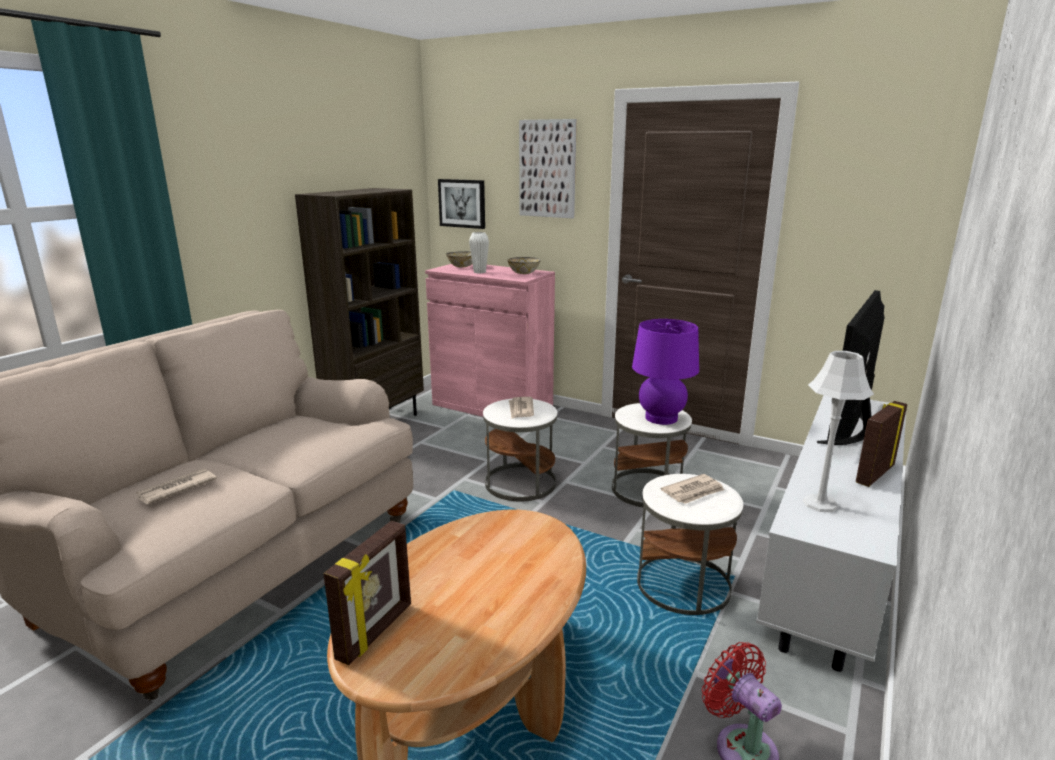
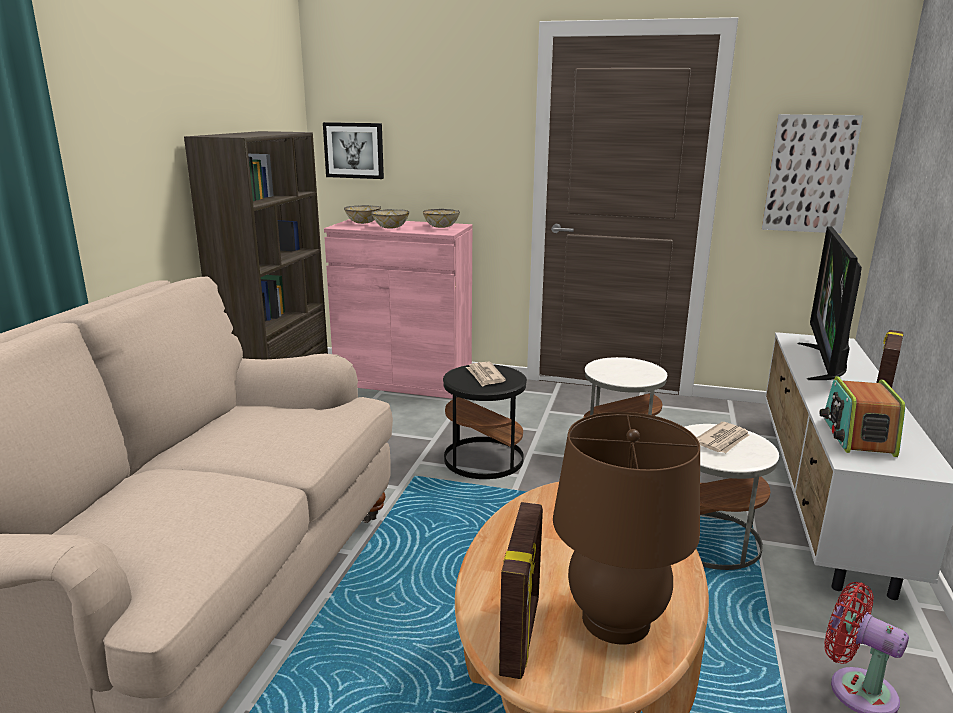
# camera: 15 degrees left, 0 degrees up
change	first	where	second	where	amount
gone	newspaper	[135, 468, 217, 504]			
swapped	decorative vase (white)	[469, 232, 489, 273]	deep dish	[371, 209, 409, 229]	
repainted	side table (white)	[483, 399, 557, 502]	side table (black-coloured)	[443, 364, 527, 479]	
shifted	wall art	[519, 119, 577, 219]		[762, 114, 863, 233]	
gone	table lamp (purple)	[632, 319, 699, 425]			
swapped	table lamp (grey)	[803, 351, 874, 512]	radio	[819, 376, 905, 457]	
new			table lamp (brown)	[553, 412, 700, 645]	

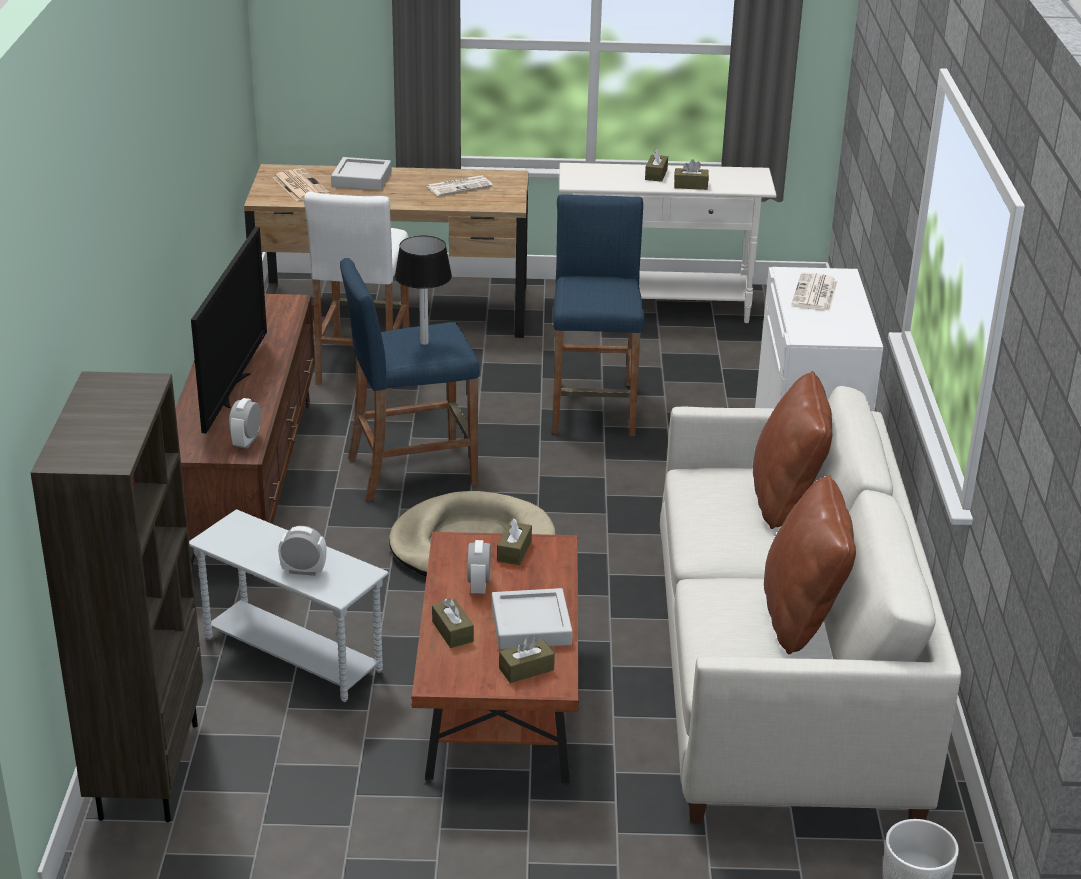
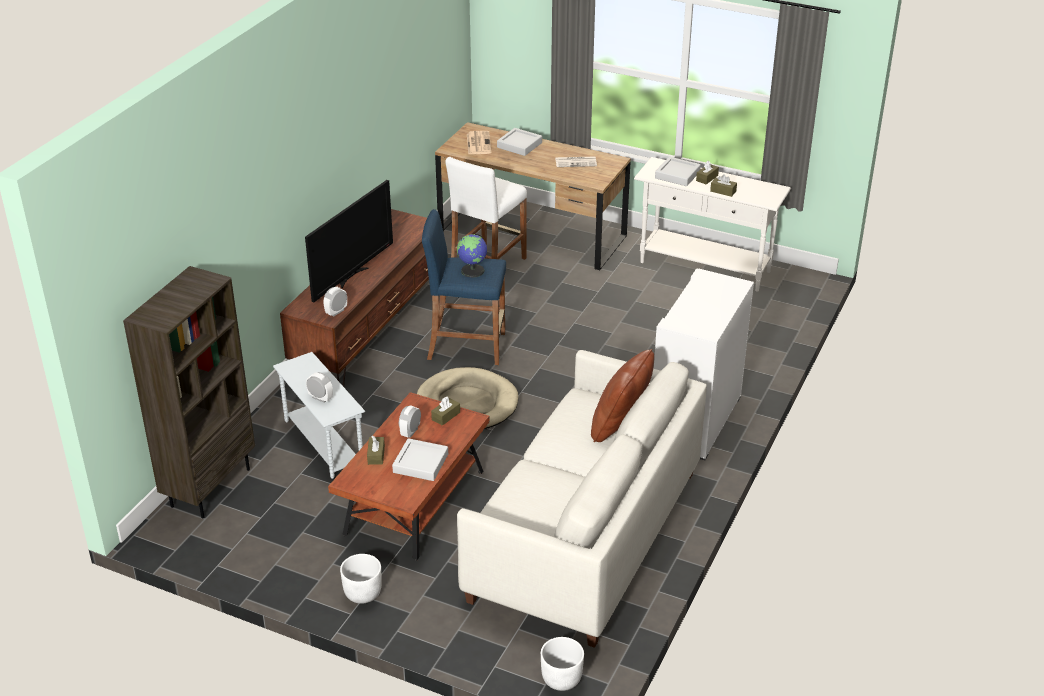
# camera: 25 degrees right, 5 degrees up
change	first	where	second	where	amount
swapped	table lamp	[395, 236, 452, 345]	world globe	[457, 234, 487, 277]	
gone	tissue box (brown)	[499, 637, 555, 683]			
gone	stool (blue-coloured)	[552, 195, 645, 436]			
gone	throw pillow (brown)	[764, 475, 856, 654]			
gone	newspaper	[791, 272, 837, 311]			
new			flower pot (white)	[340, 554, 382, 604]	
new			carrying tray (grey)	[655, 157, 701, 186]	

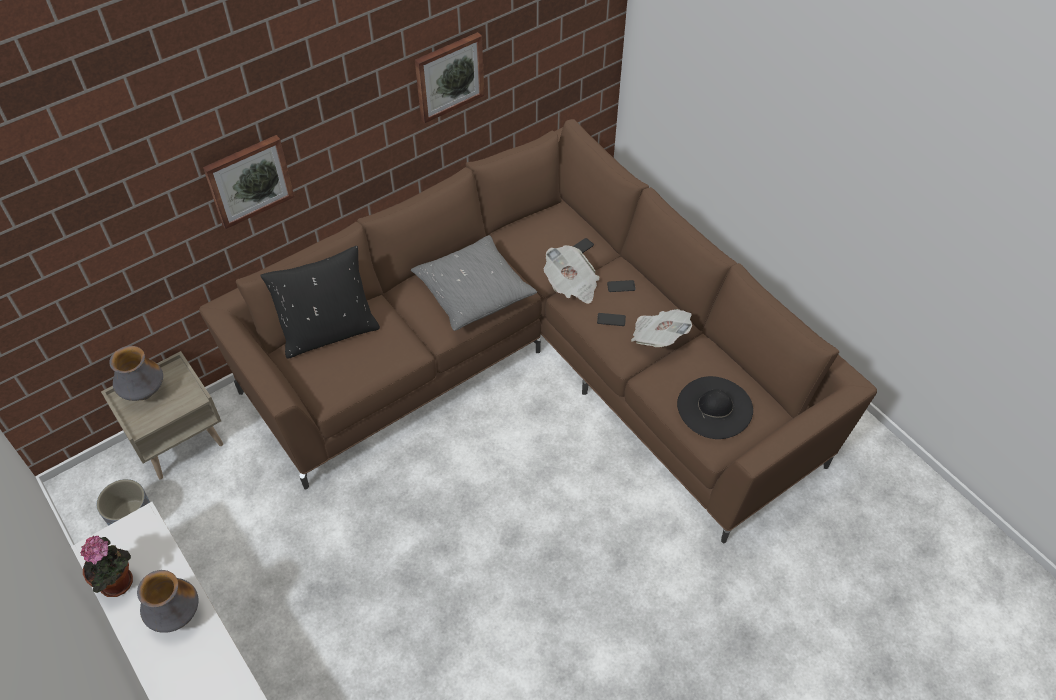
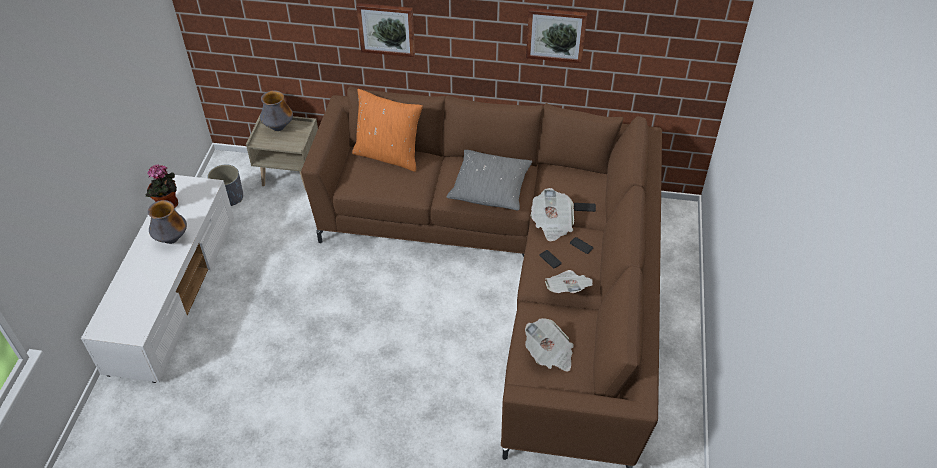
# camera: 45 degrees right, 5 degrees down
change	first	where	second	where	amount
repainted	throw pillow (black-coloured)	[260, 246, 380, 359]	throw pillow (orangey)	[352, 89, 423, 172]	
swapped	hat (black-coloured)	[677, 376, 753, 439]	newspaper	[525, 318, 574, 372]	

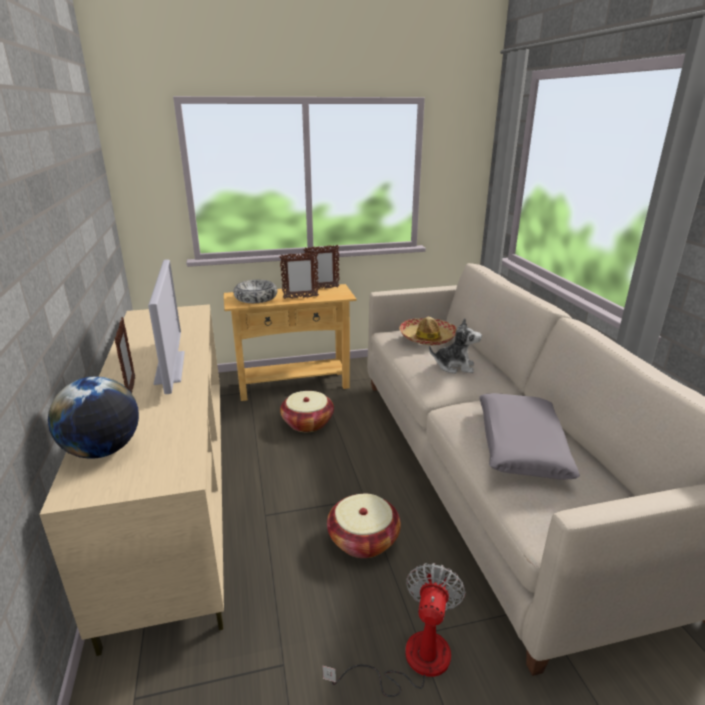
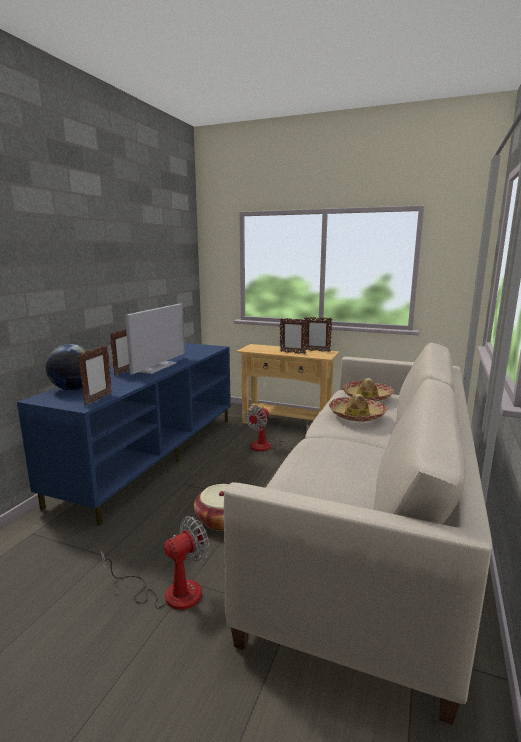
# camera: 35 degrees right, 10 degrees down
change	first	where	second	where	amount
repainted	tv unit (beige-coloured)	[39, 304, 224, 656]	tv unit (blue-coloured)	[17, 343, 231, 526]	
gone	deep dish	[233, 280, 277, 303]			
swapped	basket	[280, 391, 334, 432]	electric fan	[245, 405, 310, 451]	
swapped	cuddly toy	[429, 318, 482, 374]	hat	[329, 394, 388, 422]	
gone	throw pillow (grey)	[479, 393, 580, 480]			
new			picture frame	[78, 345, 112, 406]	

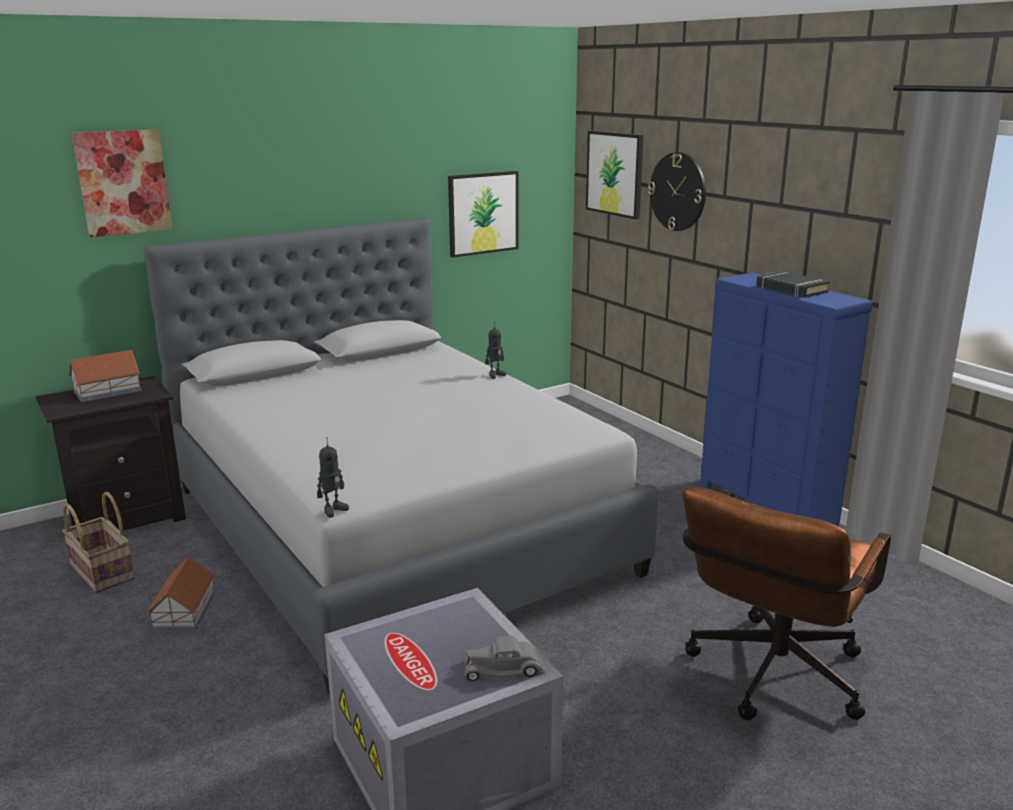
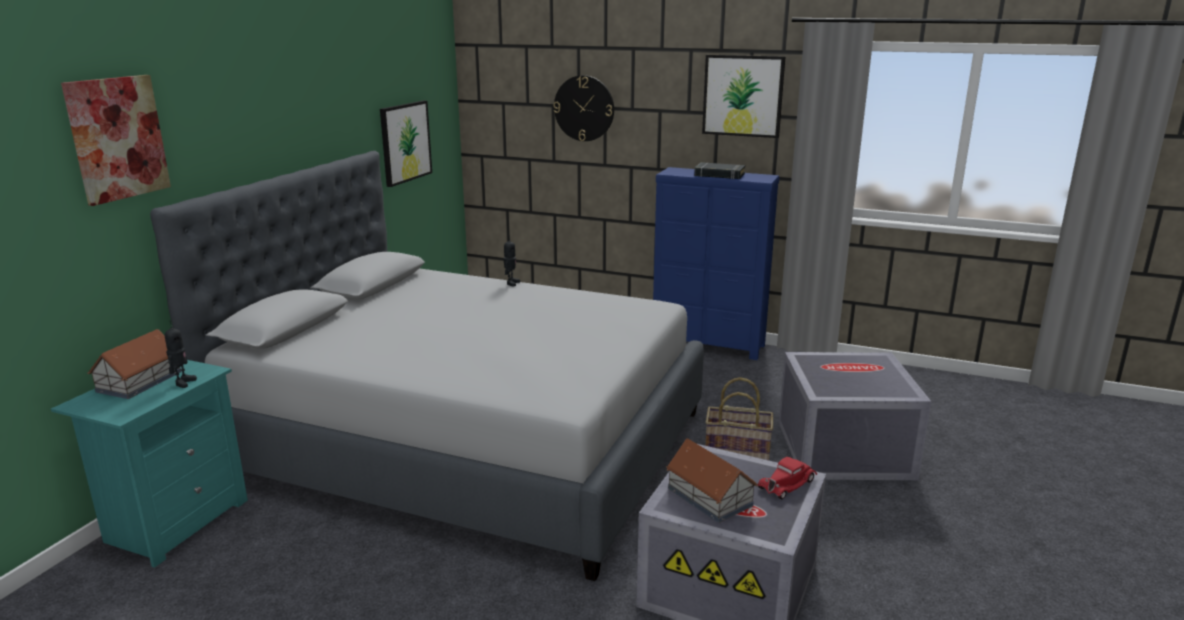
# camera: 35 degrees left, 0 degrees up
change	first	where	second	where	amount
repainted	nightstand (black-coloured)	[36, 376, 186, 531]	nightstand (turquoise-coloured)	[51, 360, 248, 568]	
shifted	basket	[62, 492, 135, 593]		[705, 377, 773, 460]	
shifted	toy house	[146, 557, 215, 632]		[666, 438, 758, 523]	
shifted	toy robot	[317, 437, 349, 518]		[165, 320, 197, 388]	
repainted	model car (grey)	[462, 635, 546, 681]	model car (red)	[757, 457, 817, 500]	
shifted	wall art	[586, 131, 644, 219]		[702, 55, 786, 138]	
swapped	desk chair (brown)	[682, 487, 891, 721]	storage box (grey)	[779, 352, 931, 480]	

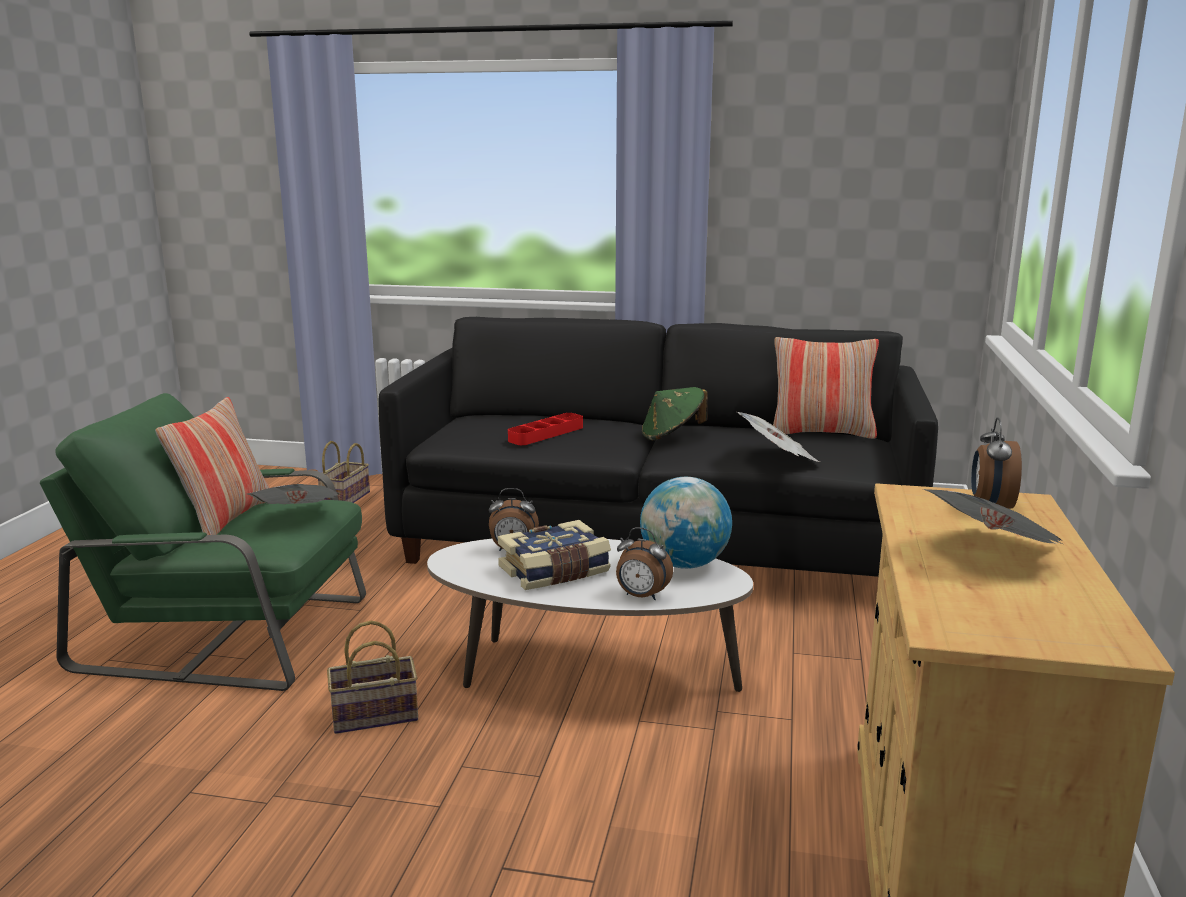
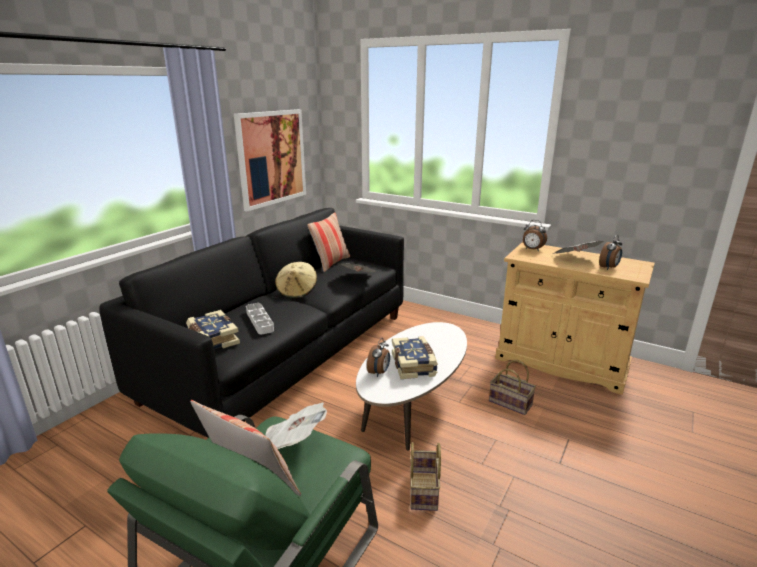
# camera: 70 degrees left, 5 degrees up
change	first	where	second	where	amount
shifted	basket	[318, 441, 370, 503]		[489, 360, 536, 415]	
repainted	carrying tray (red)	[508, 413, 583, 445]	carrying tray (grey)	[246, 303, 274, 334]	
shifted	bedside clock	[616, 527, 673, 600]		[599, 235, 622, 270]	
gone	world globe	[640, 477, 732, 569]			
repainted	hat (green-coloured)	[642, 387, 708, 440]	hat (beige-coloured)	[275, 262, 317, 298]	
new			bound book	[186, 310, 240, 349]	
new			wall art	[234, 109, 306, 211]	

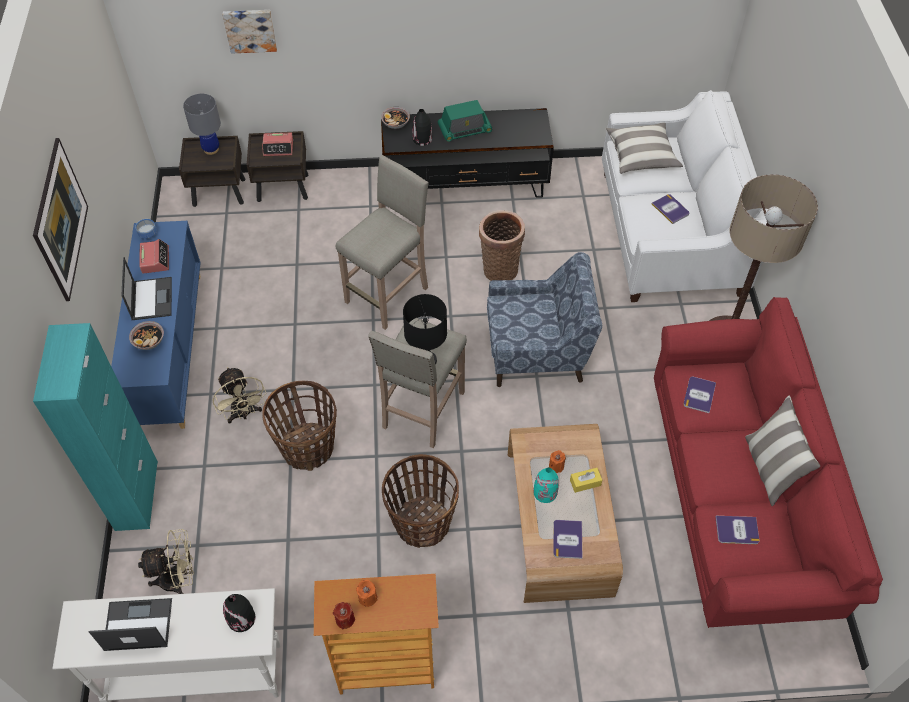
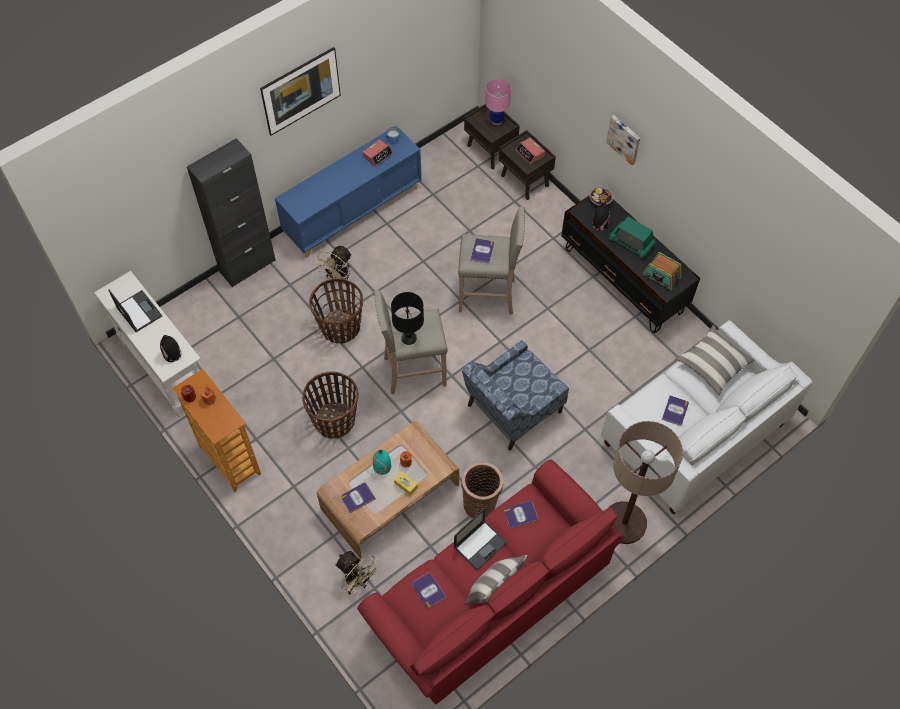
# camera: 55 degrees right, 5 degrees up
change	first	where	second	where	amount
repainted	cabinet (turquoise-coloured)	[33, 323, 158, 531]	cabinet (black-coloured)	[187, 138, 276, 287]	
shifted	notebook computer	[121, 257, 172, 320]		[454, 508, 507, 570]	
gone	deep dish	[129, 321, 164, 350]			
shifted	electric fan (beige-coloured)	[138, 529, 194, 594]		[335, 550, 381, 595]	
repainted	table lamp (grey)	[183, 94, 221, 155]	table lamp (pink)	[485, 79, 511, 125]	
shifted	wall art	[223, 10, 277, 54]		[606, 115, 640, 165]	
shifted	basket	[479, 210, 525, 281]		[461, 462, 503, 518]	
rotated	lounge chair (blue-coloured)	[487, 252, 602, 387]		[462, 340, 569, 451]	90 degrees clockwise
new			bound book	[470, 238, 494, 263]	
new			radio	[643, 252, 681, 290]	

